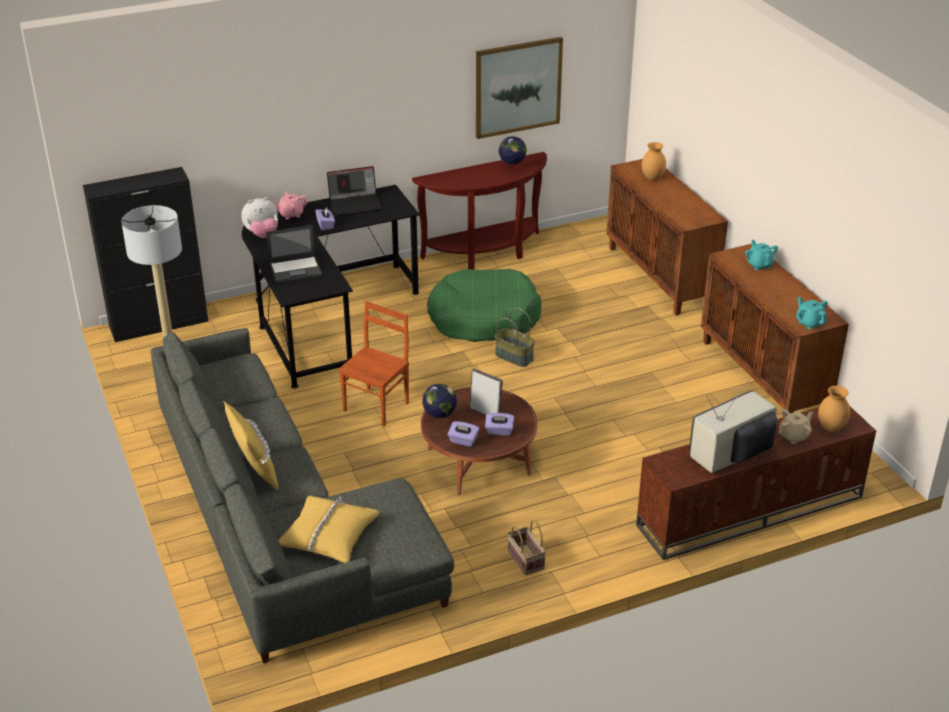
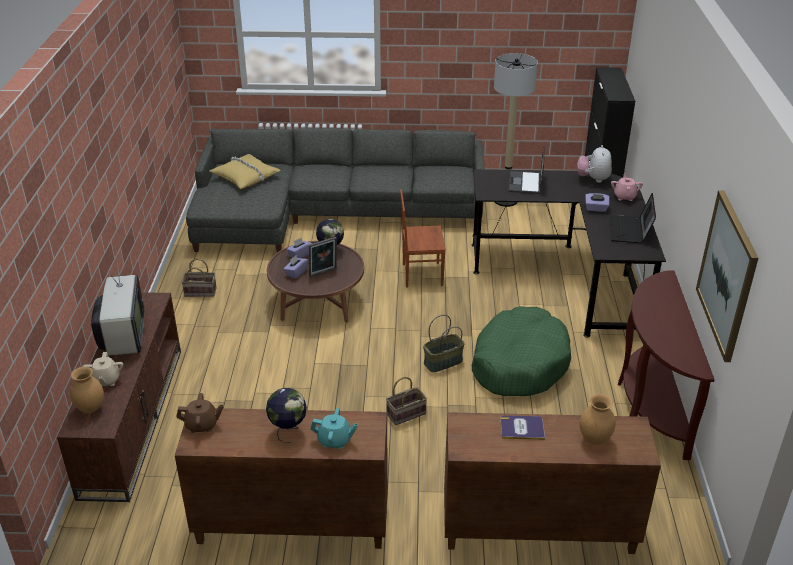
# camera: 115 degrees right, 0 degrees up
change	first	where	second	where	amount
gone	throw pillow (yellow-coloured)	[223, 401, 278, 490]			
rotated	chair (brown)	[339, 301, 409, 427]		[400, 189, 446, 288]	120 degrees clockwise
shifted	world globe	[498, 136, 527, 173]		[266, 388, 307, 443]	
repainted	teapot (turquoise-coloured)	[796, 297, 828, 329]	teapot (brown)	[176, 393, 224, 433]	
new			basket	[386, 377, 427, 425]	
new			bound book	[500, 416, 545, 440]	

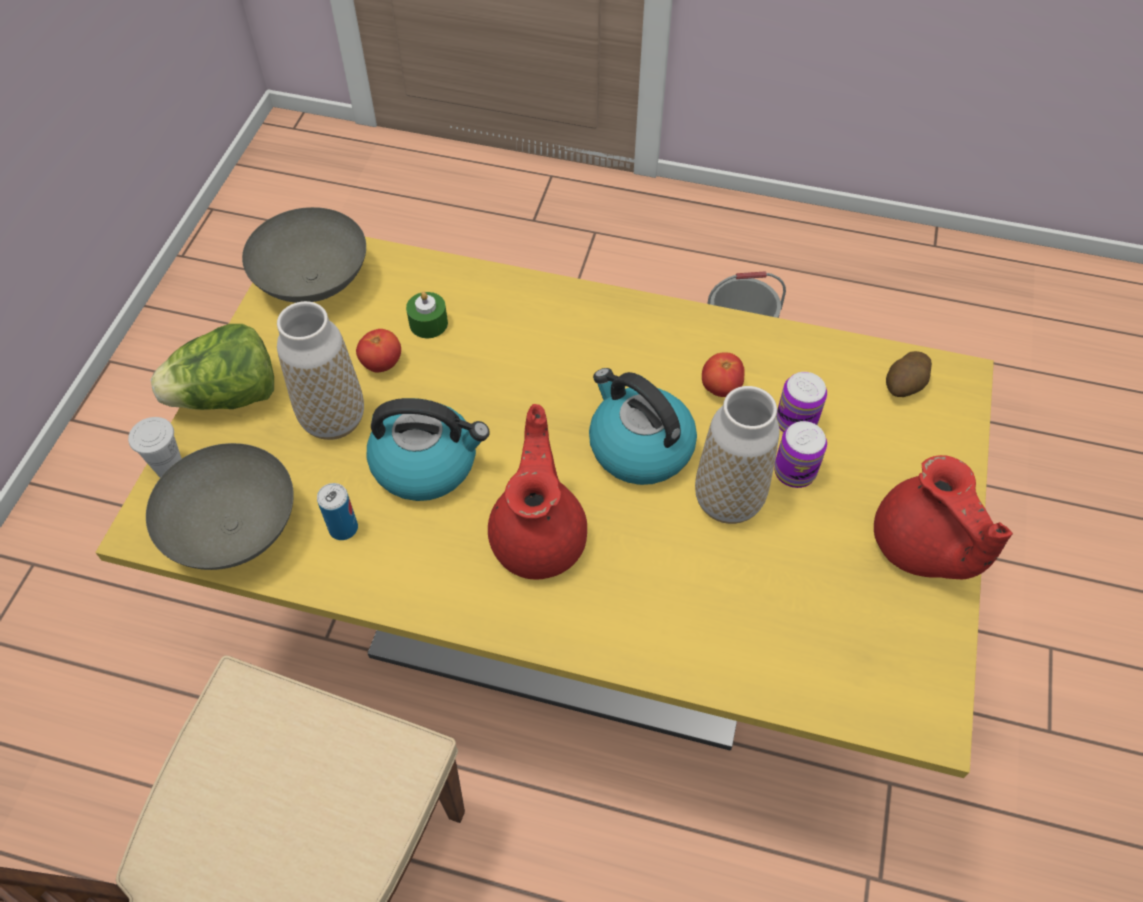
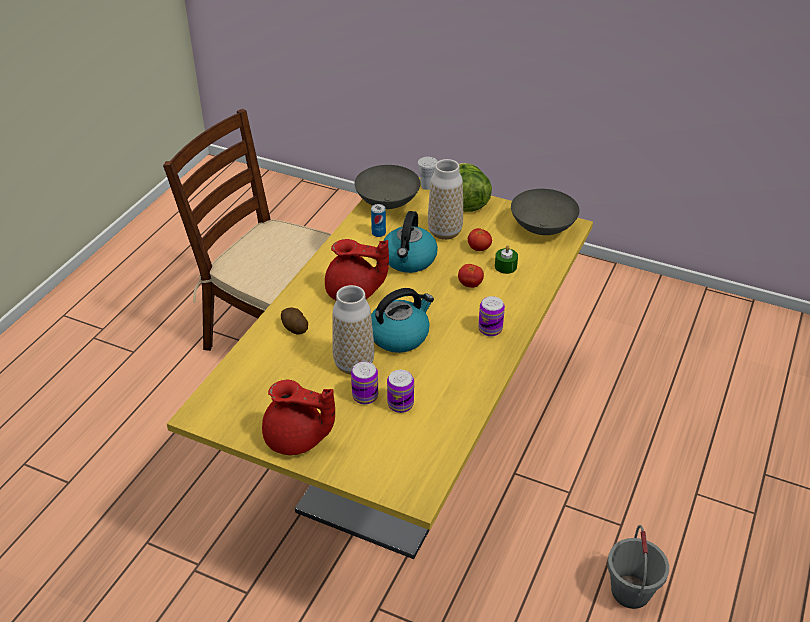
# camera: 100 degrees right, 15 degrees down
change	first	where	second	where	amount
shifted	tomato	[702, 353, 745, 397]		[458, 264, 484, 288]	
rotated	teapot (red)	[874, 455, 1013, 579]		[262, 380, 335, 455]	150 degrees counterclockwise
shifted	whole potato	[886, 351, 932, 397]		[281, 308, 308, 334]	
new			metal can	[478, 296, 505, 337]	

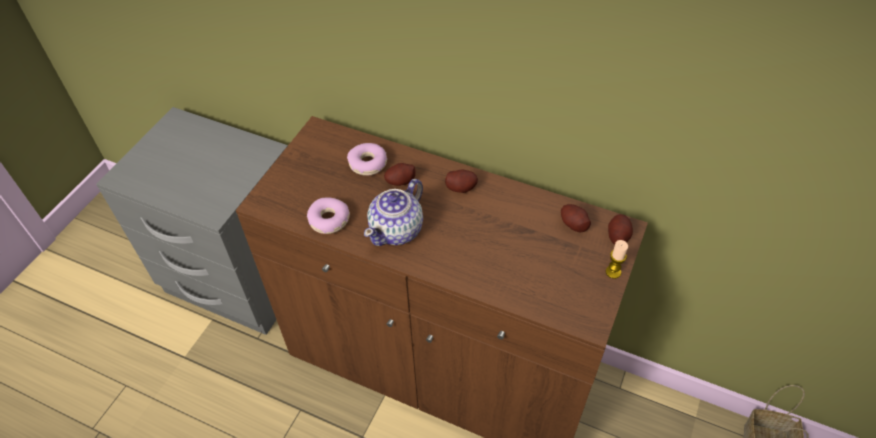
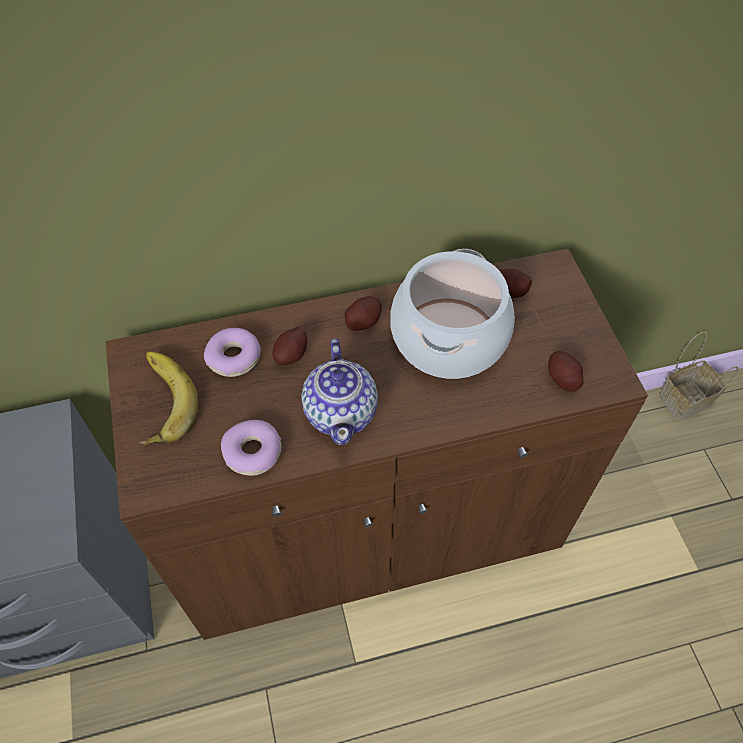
# camera: 40 degrees left, 5 degrees up
change	first	where	second	where	amount
gone	candle	[606, 240, 628, 279]			
shifted	whole potato	[608, 214, 633, 245]		[548, 351, 584, 392]	
new			banana	[138, 351, 198, 446]	
new			stockpot	[390, 249, 515, 379]	

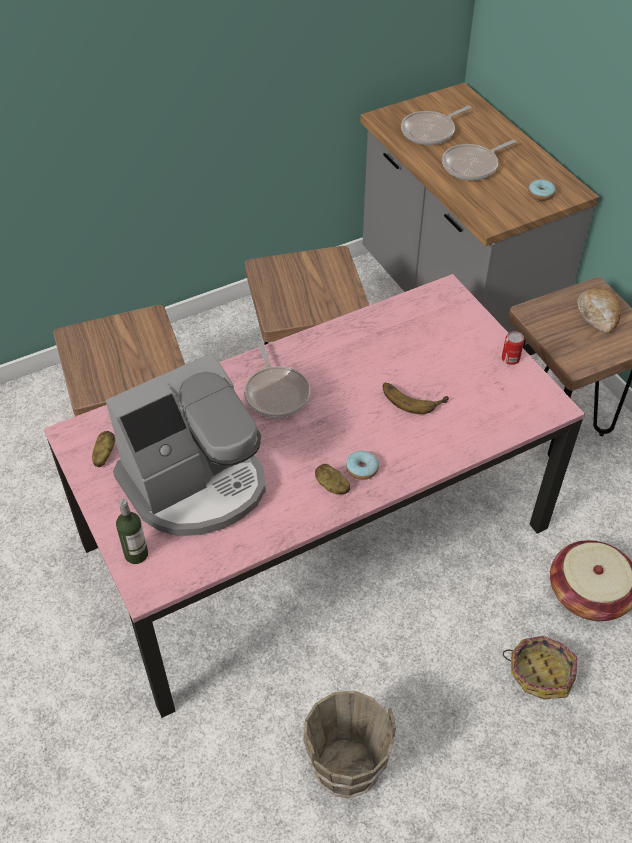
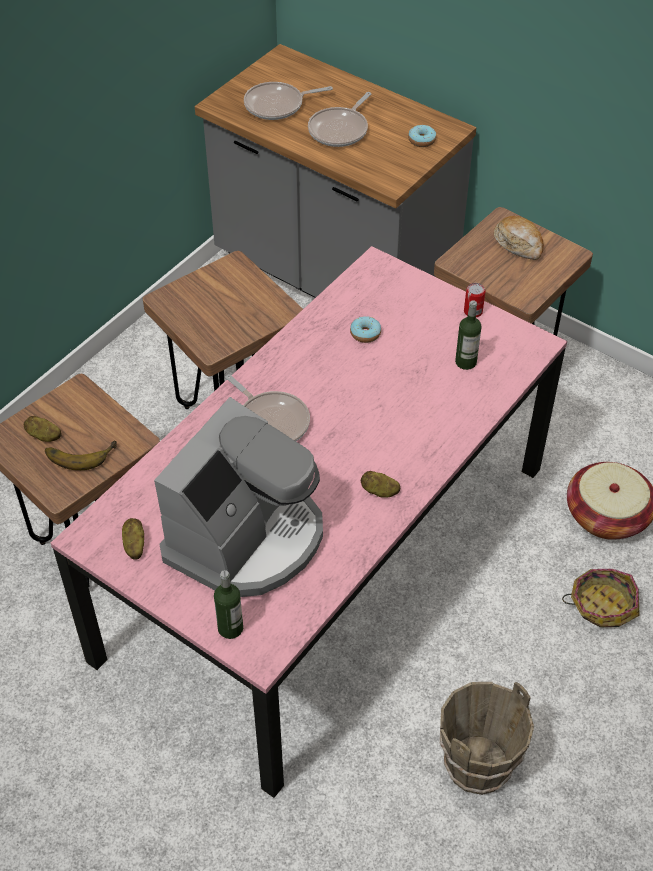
# camera: 25 degrees left, 0 degrees up
change	first	where	second	where	amount
shifted	donut	[346, 451, 379, 480]		[350, 316, 381, 343]	
shifted	banana	[383, 383, 449, 414]		[45, 440, 117, 470]	
rotated	pan	[401, 106, 471, 145]		[244, 82, 333, 120]	45 degrees clockwise
new			whole potato	[24, 416, 62, 442]	
new			beverage bottle	[455, 300, 482, 370]	

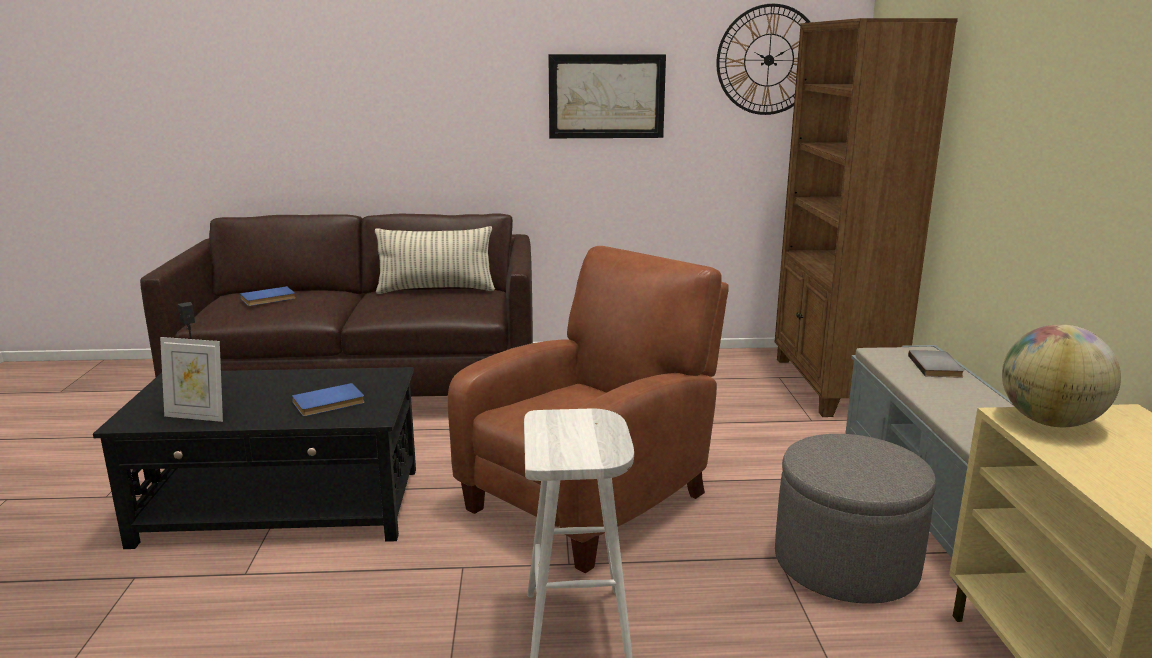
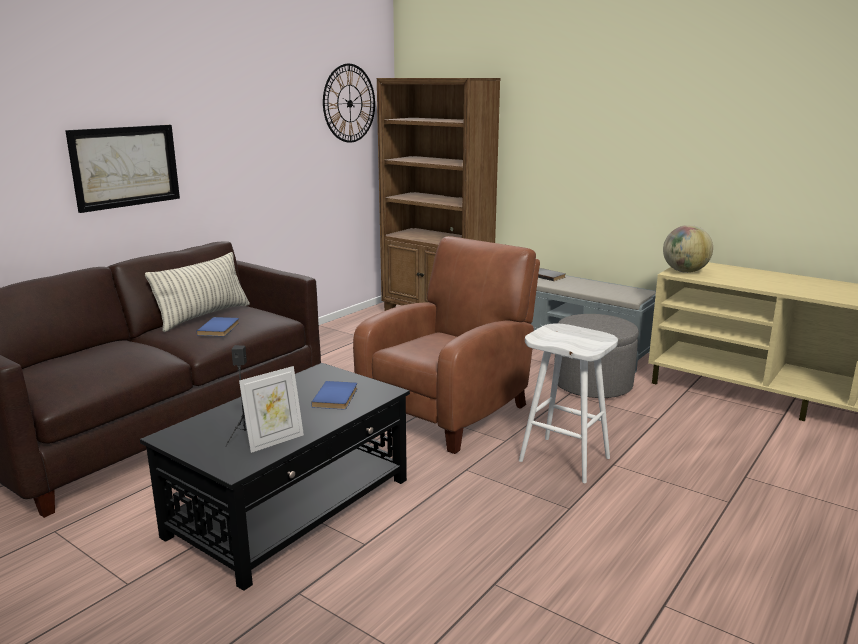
# camera: 50 degrees left, 0 degrees up
change	first	where	second	where	amount
shifted	bound book (blue-coloured)	[240, 286, 295, 306]		[197, 317, 239, 336]	
rotated	lounge chair (brown)	[448, 246, 729, 573]		[353, 236, 540, 454]	45 degrees clockwise
shifted	wall art	[548, 54, 666, 138]		[65, 125, 180, 213]	

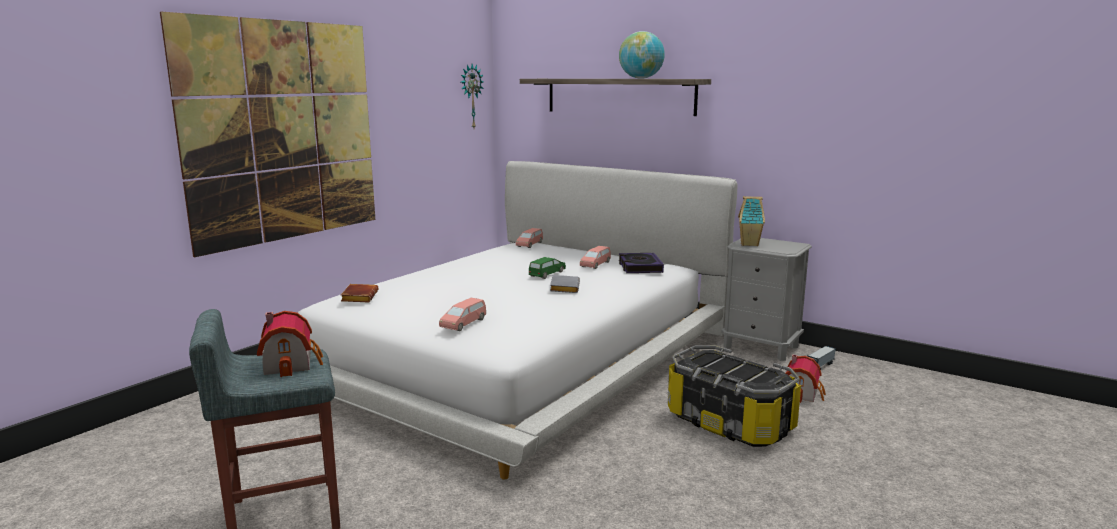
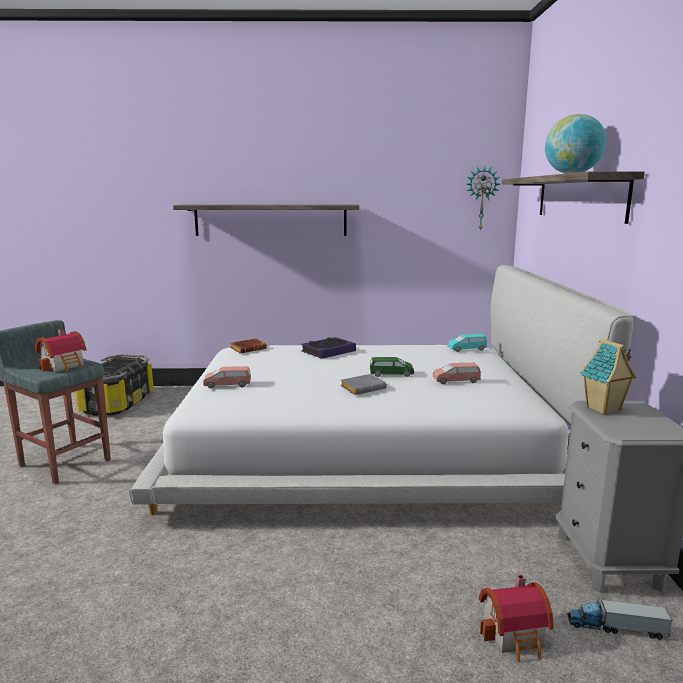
# camera: 55 degrees right, 0 degrees up
change	first	where	second	where	amount
swapped	wall art	[160, 12, 375, 257]	bracket shelf	[173, 205, 359, 236]	
repainted	model car (pink)	[516, 228, 543, 248]	model car (turquoise-coloured)	[447, 334, 487, 352]	
shifted	bound book	[619, 253, 664, 273]		[301, 337, 356, 359]	
shifted	storage box	[668, 346, 801, 447]		[75, 354, 154, 416]	

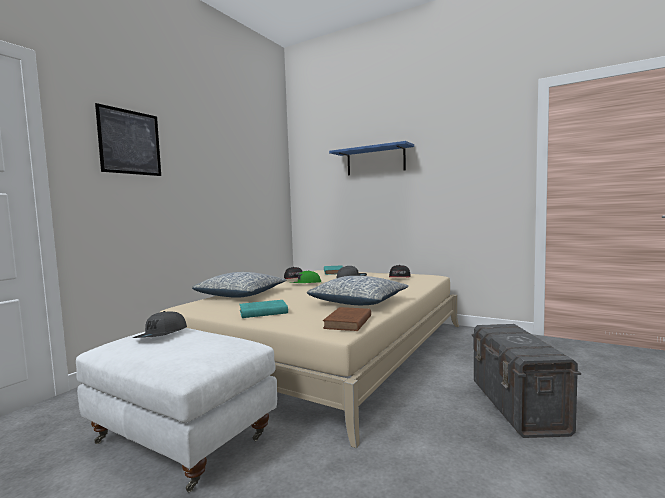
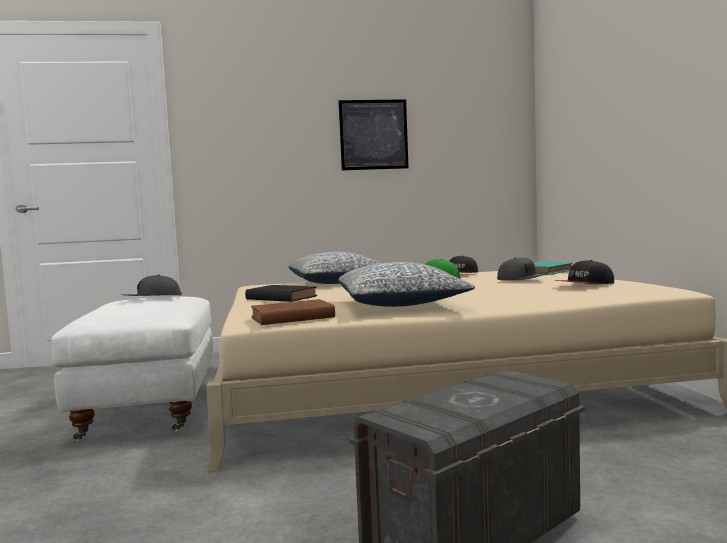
# camera: 50 degrees right, 0 degrees up
change	first	where	second	where	amount
shifted	wall art	[95, 103, 161, 176]		[339, 99, 409, 170]	
repainted	bound book (turquoise-coloured)	[240, 300, 288, 318]	bound book (black-coloured)	[245, 285, 317, 302]	
gone	bracket shelf (blue-coloured)	[329, 141, 414, 175]			

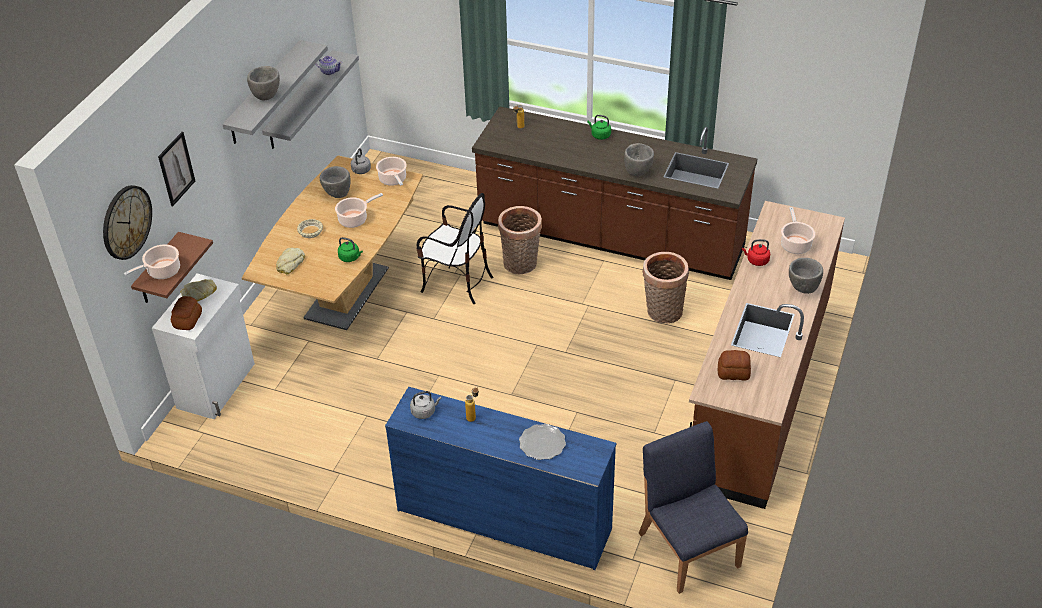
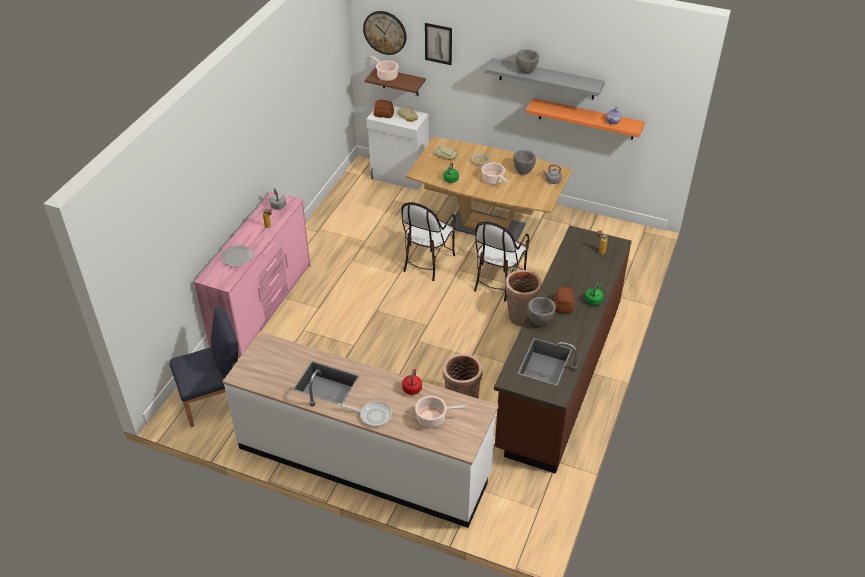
# camera: 90 degrees right, 0 degrees up
change	first	where	second	where	amount
repainted	bracket shelf (grey)	[262, 50, 359, 149]	bracket shelf (orangey)	[526, 98, 645, 140]	
gone	stockpot	[376, 157, 407, 186]			
repainted	drawer chest (blue-coloured)	[385, 387, 617, 570]	drawer chest (pink)	[194, 191, 310, 358]	
repainted	kitchen counter (brown)	[689, 201, 845, 509]	kitchen counter (white)	[222, 332, 499, 528]	
shifted	bread	[718, 350, 751, 381]		[554, 286, 574, 314]	
swapped	deep dish (grey)	[789, 258, 823, 294]	pan	[338, 401, 392, 427]	
new			chair	[401, 202, 456, 281]	

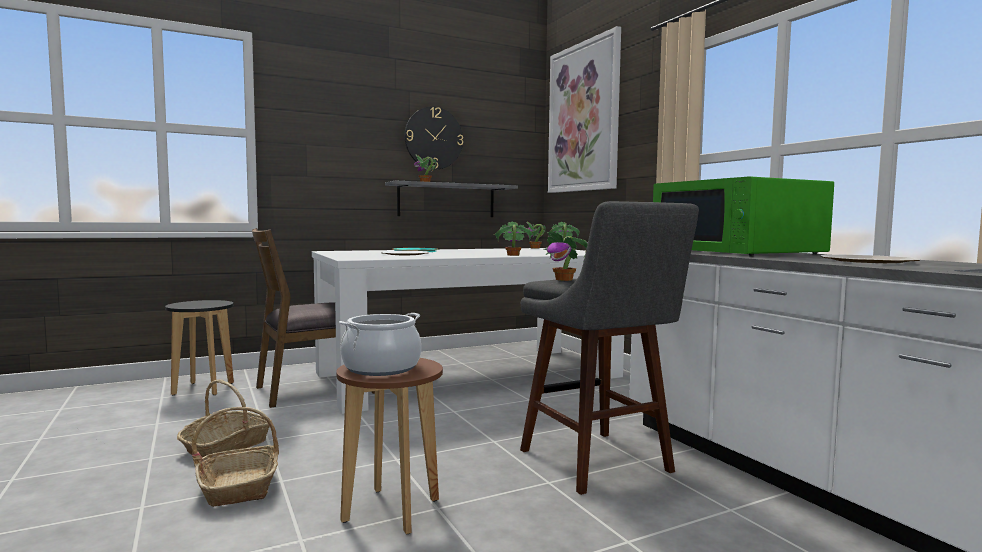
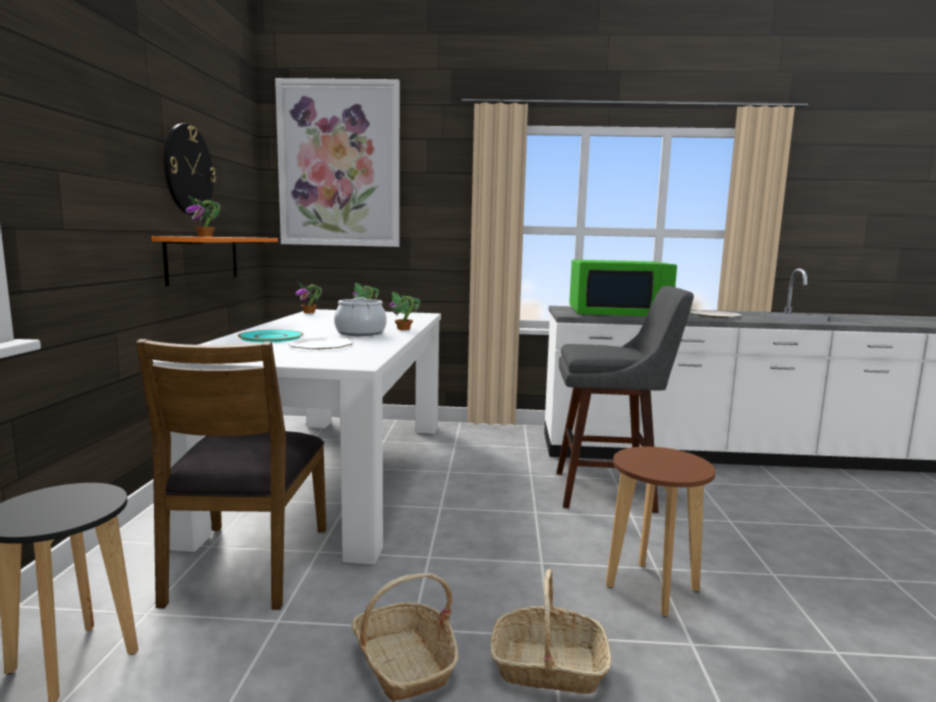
# camera: 60 degrees left, 5 degrees up
change	first	where	second	where	amount
shifted	stockpot	[339, 313, 421, 376]		[334, 297, 387, 336]	
repainted	bracket shelf (grey)	[385, 181, 518, 217]	bracket shelf (orangey)	[152, 236, 278, 286]	
gone	plant in a pot	[543, 232, 588, 281]			

